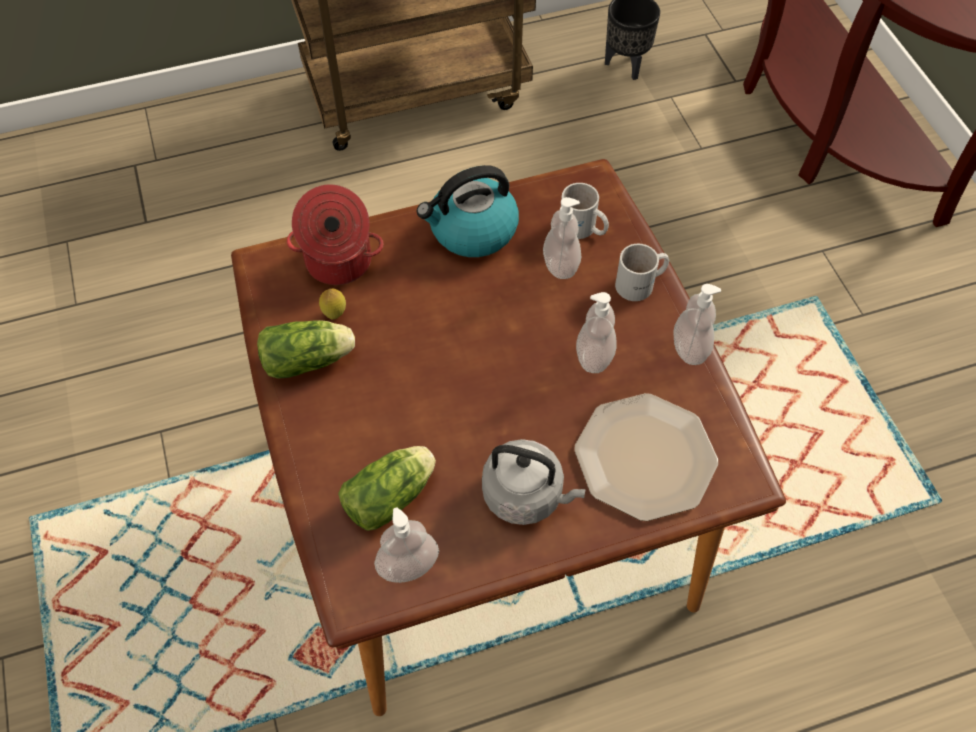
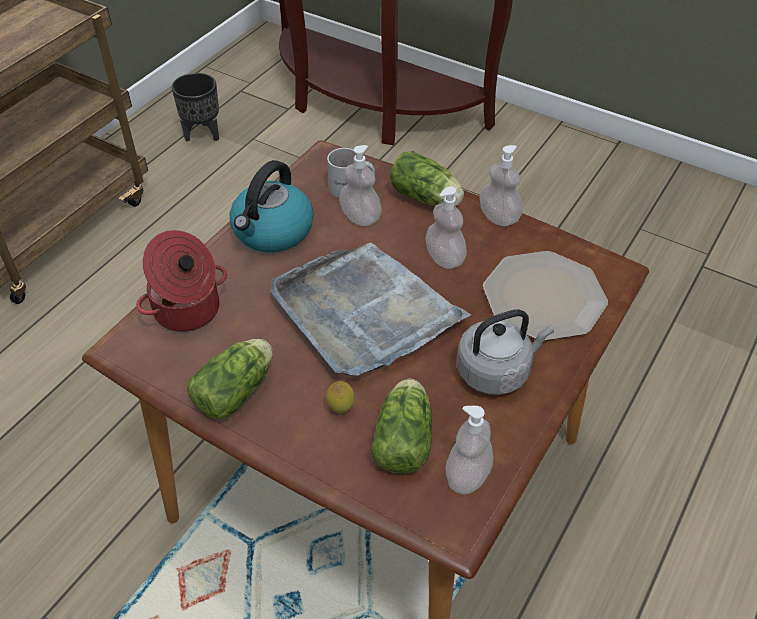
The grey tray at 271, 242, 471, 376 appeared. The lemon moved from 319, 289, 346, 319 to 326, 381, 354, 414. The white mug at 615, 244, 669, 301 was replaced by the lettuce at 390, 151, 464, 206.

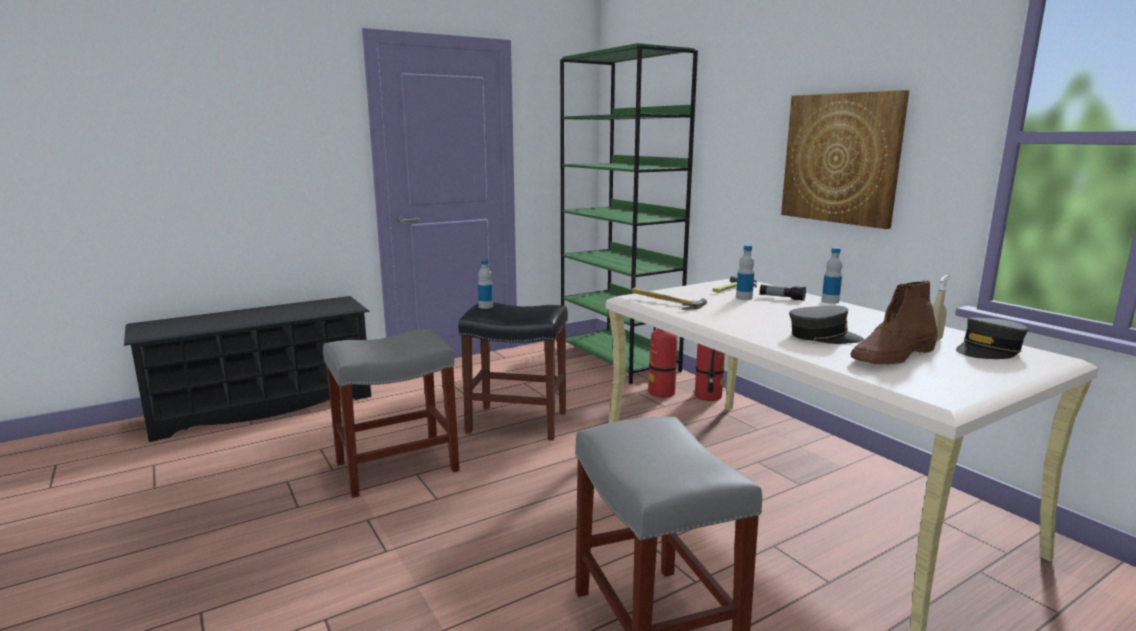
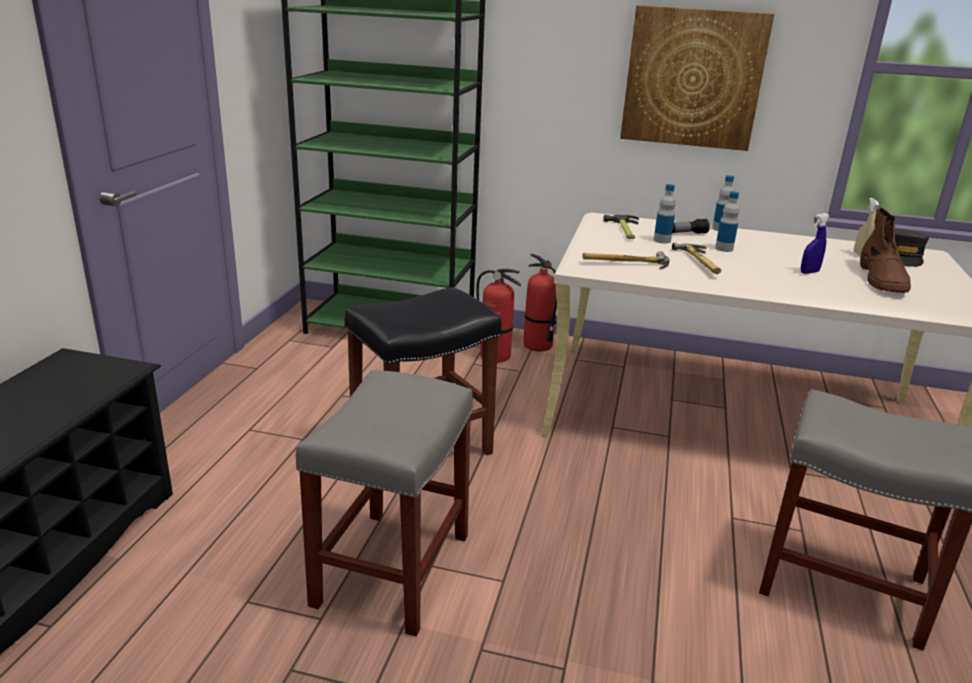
The hammer at 672, 243, 721, 274 appeared. The bottle moved from 478, 259, 493, 309 to 715, 191, 740, 252. The grey cap at 789, 306, 864, 344 was replaced by the blue spray bottle at 801, 213, 830, 274.

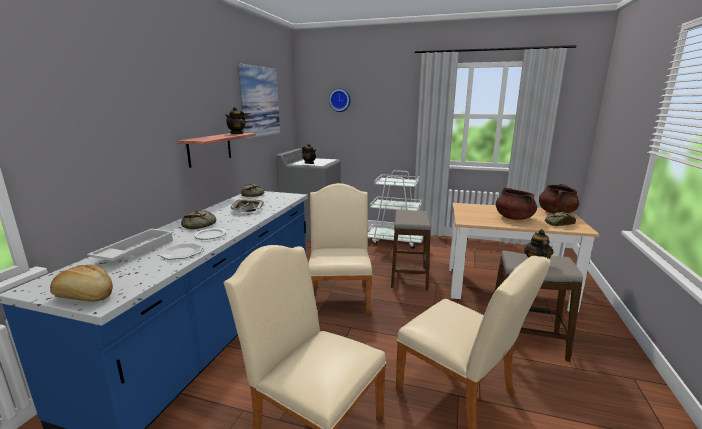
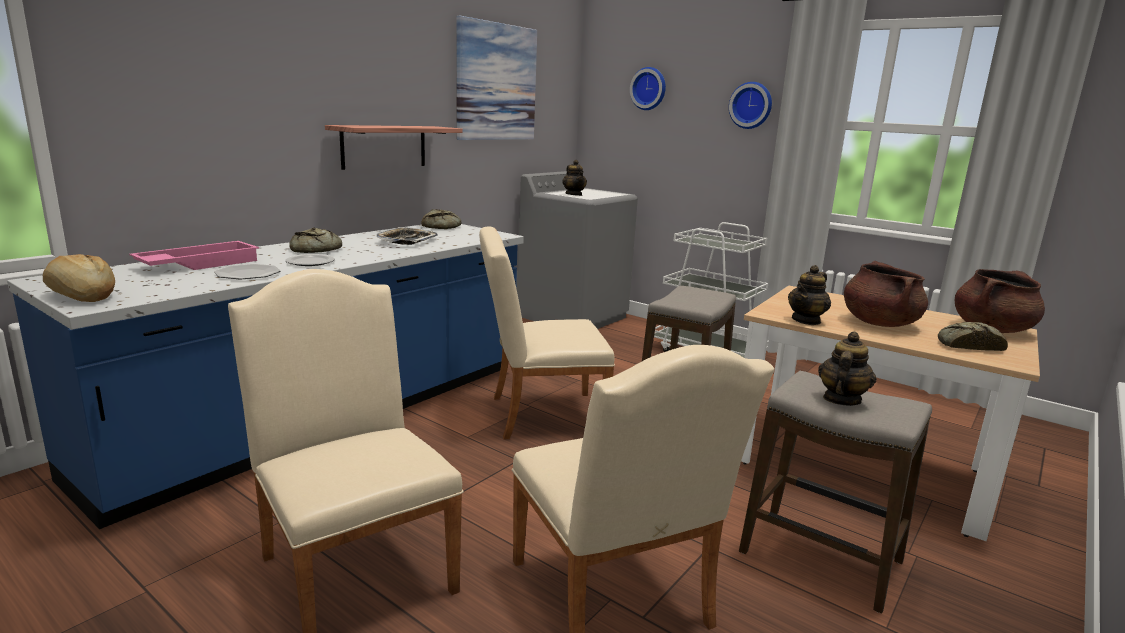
The wall clock at 729, 82, 772, 129 appeared. The teapot moved from 225, 107, 246, 134 to 788, 265, 831, 325. The white tray at 87, 229, 174, 261 became the pink tray at 129, 241, 259, 270. The beige chair at 308, 183, 372, 316 turned 120 degrees counterclockwise.

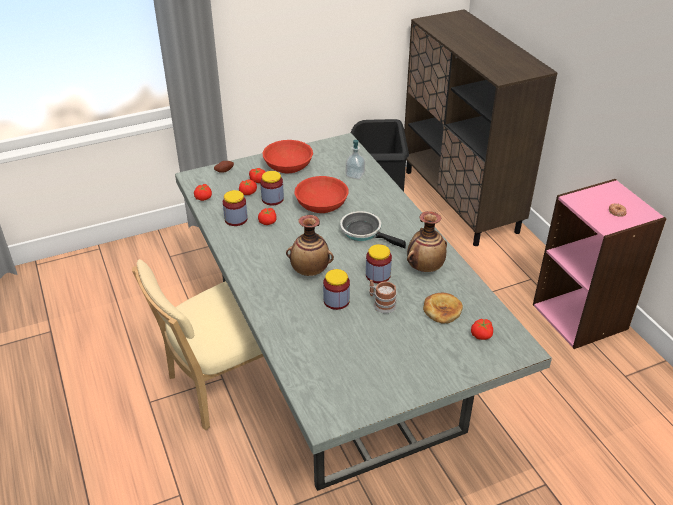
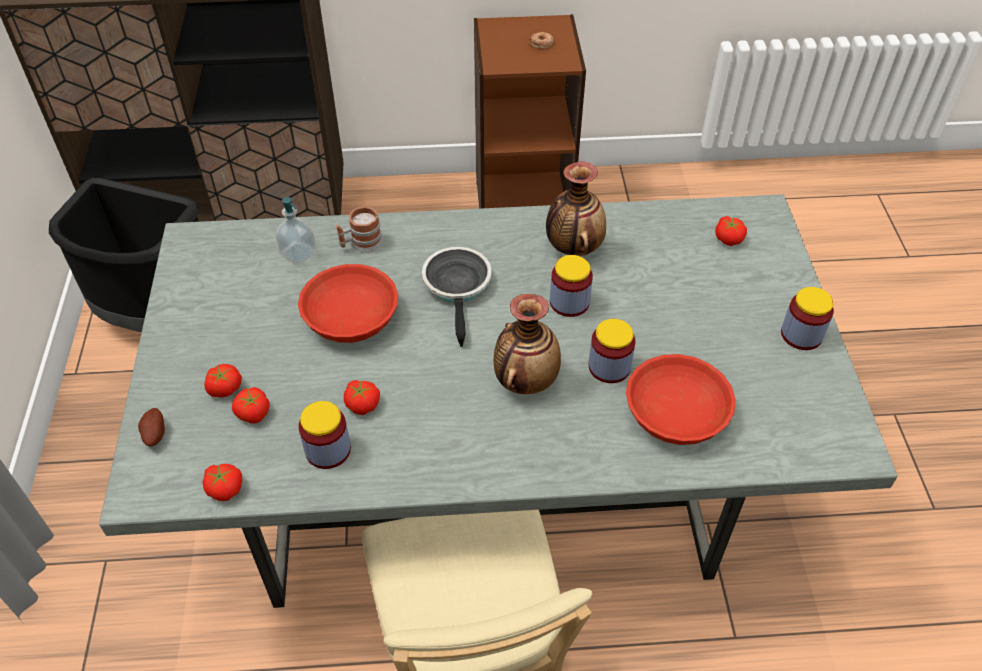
The bread at 423, 293, 463, 324 disappeared. The jar moved from 260, 171, 284, 206 to 781, 287, 834, 350. The red bowl moved from 263, 140, 313, 173 to 626, 354, 736, 445. The mug moved from 369, 280, 397, 313 to 336, 206, 383, 253. The pink bookcase at 533, 179, 667, 349 became the brown bookcase at 474, 14, 586, 209. The frying pan at 340, 211, 406, 248 turned 120 degrees clockwise.

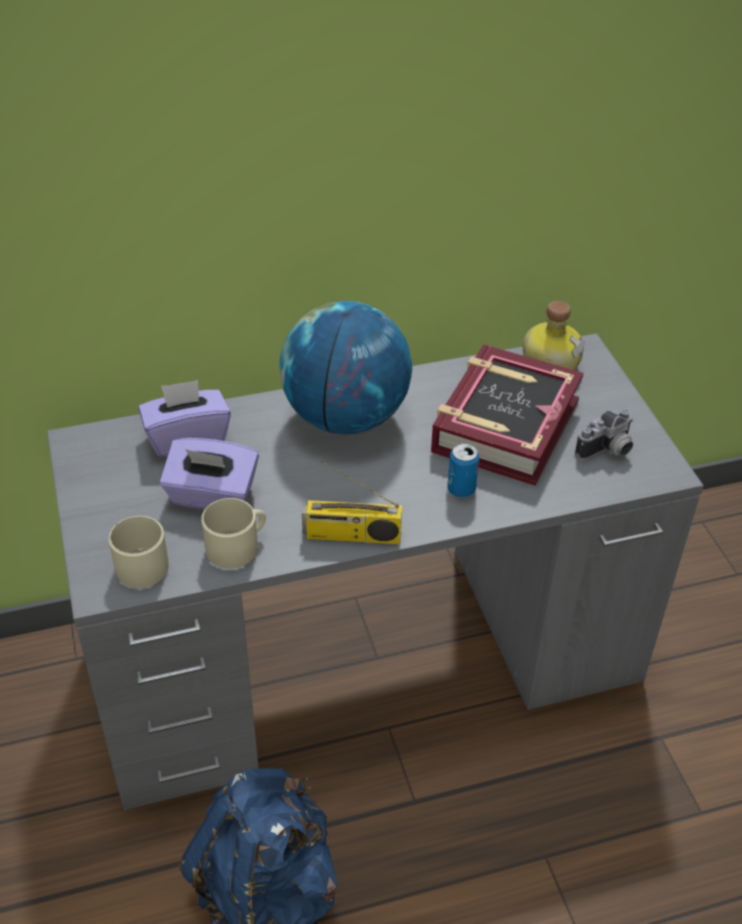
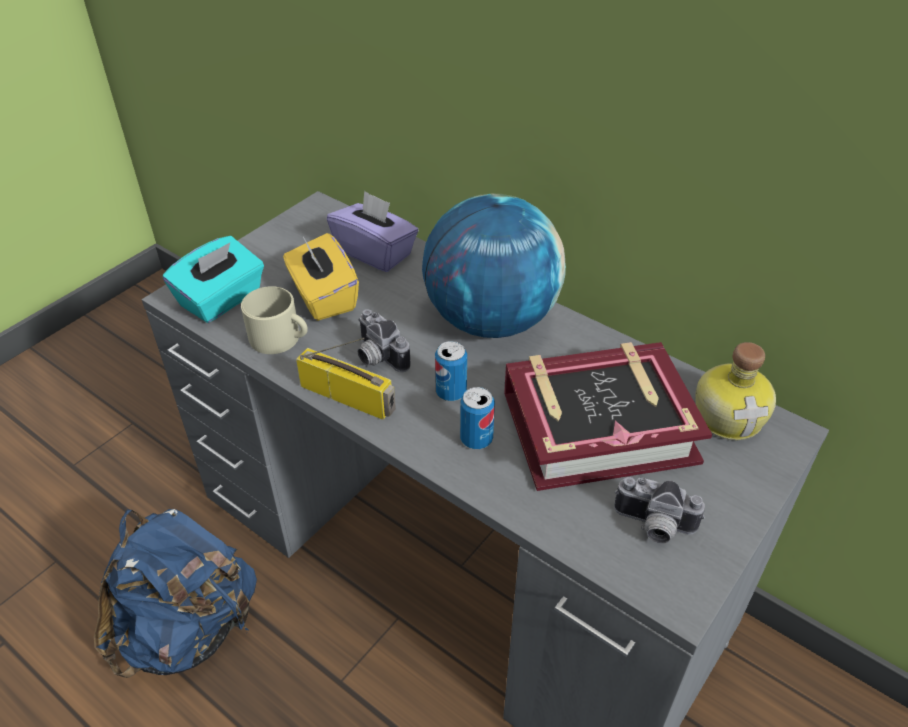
The photo camera at 357, 309, 411, 372 appeared. The can at 435, 341, 467, 401 appeared. The beige mug at 109, 516, 169, 588 was replaced by the turquoise tissue box at 163, 236, 264, 323. The purple tissue box at 160, 438, 259, 509 became the yellow tissue box at 283, 233, 359, 321. The radio at 302, 461, 402, 544 turned 150 degrees clockwise.

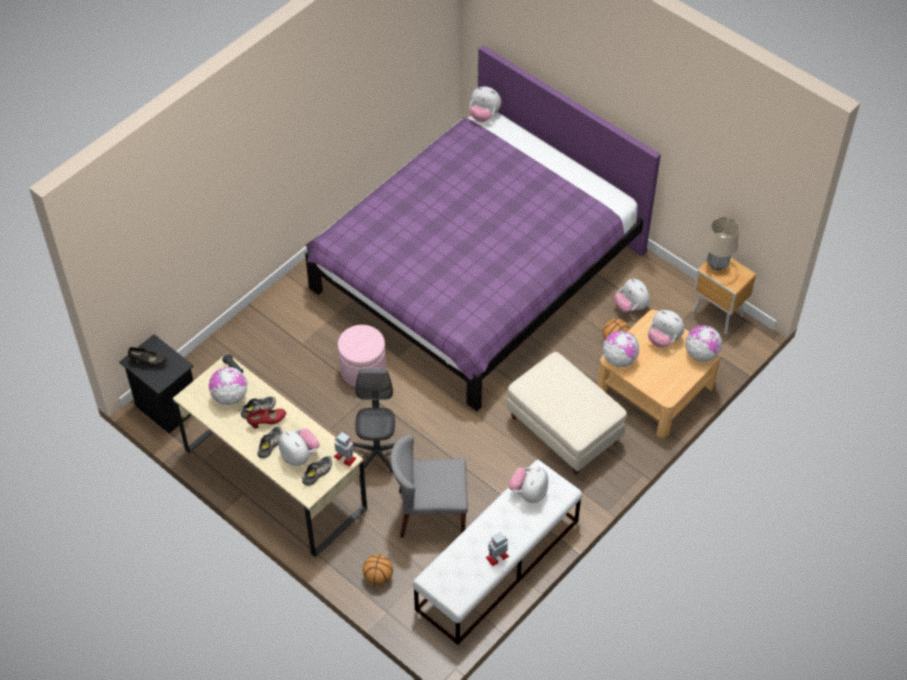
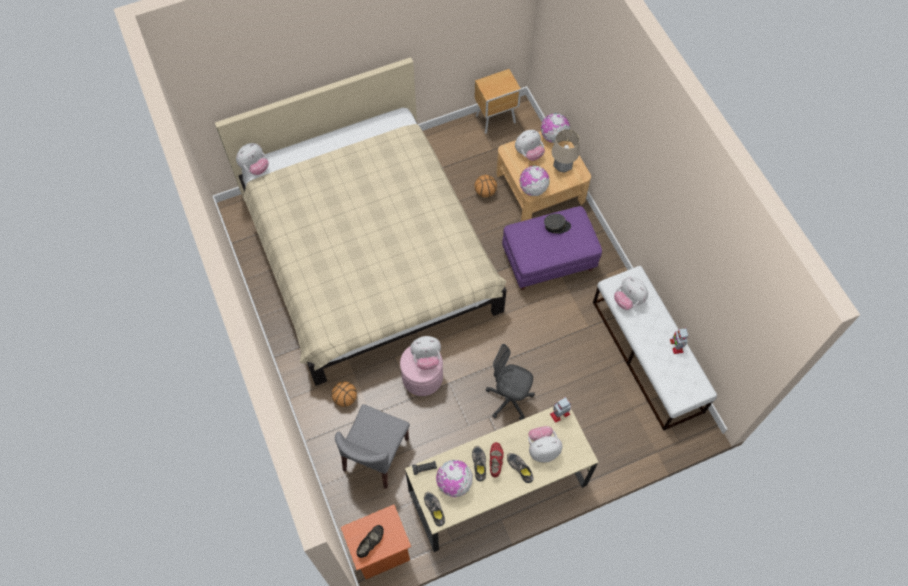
The grey cap at 544, 214, 571, 234 appeared. The shoe moved from 302, 456, 332, 486 to 424, 492, 445, 526. The basketball moved from 362, 554, 393, 585 to 332, 381, 357, 407. The grey chair moved from 390, 435, 468, 538 to 335, 404, 410, 489. The plush toy moved from 614, 279, 650, 313 to 410, 336, 441, 370. The table lamp moved from 705, 217, 739, 271 to 552, 130, 580, 173. The black nightstand at 119, 334, 194, 433 became the orange nightstand at 341, 505, 411, 579. The purple bed at 305, 45, 661, 411 became the beige bed at 215, 57, 507, 386. The beige ottoman at 507, 352, 627, 475 became the purple ottoman at 502, 206, 602, 290.

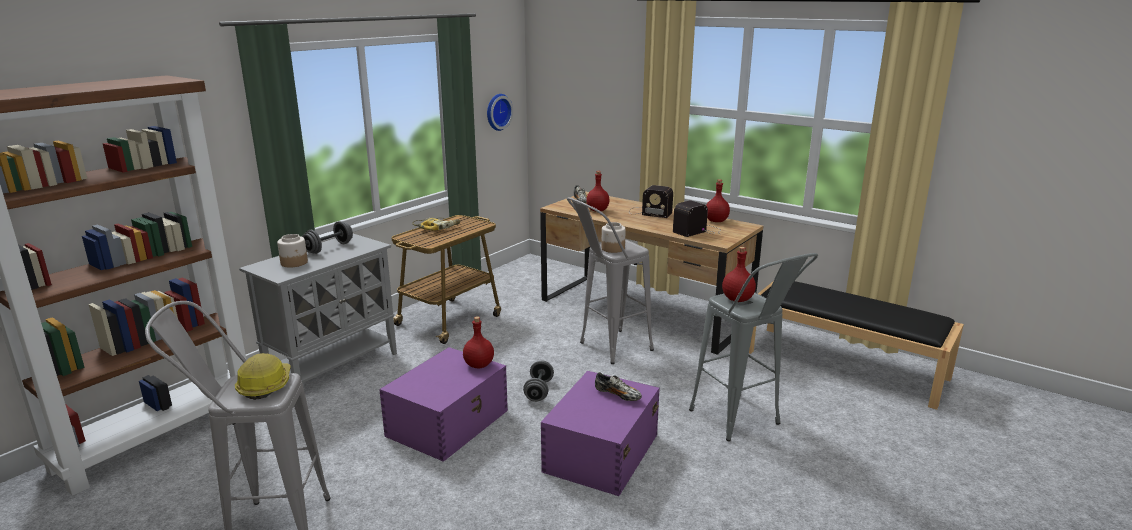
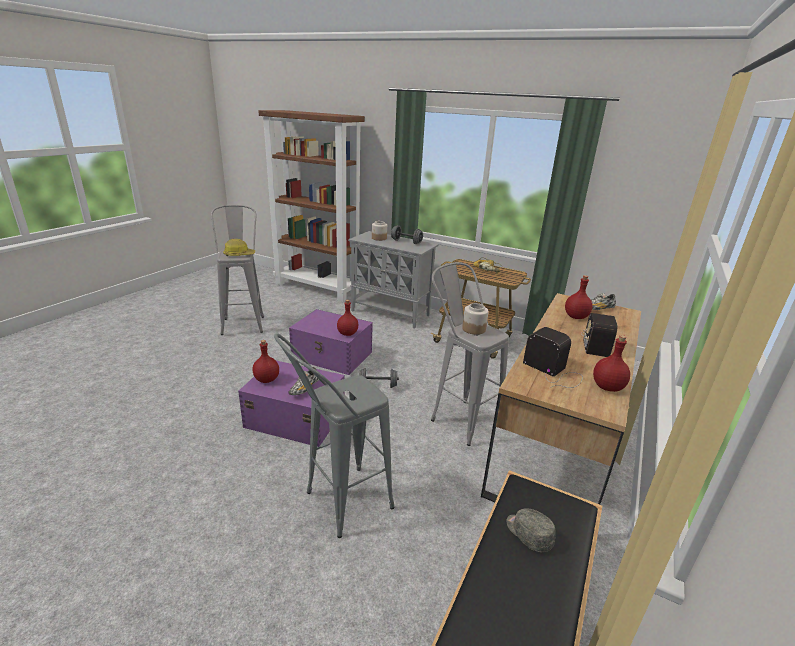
The wall clock at 487, 94, 513, 131 disappeared. The grey cap at 506, 508, 555, 552 appeared. The red bottle moved from 722, 247, 756, 302 to 253, 340, 279, 383.

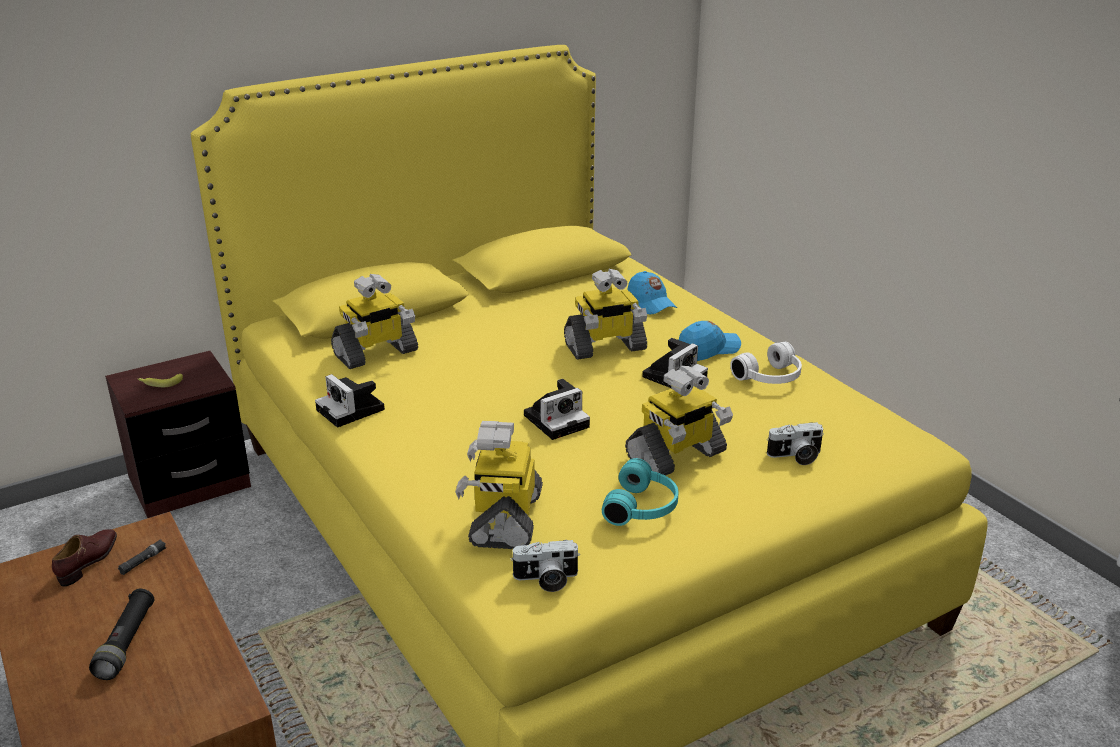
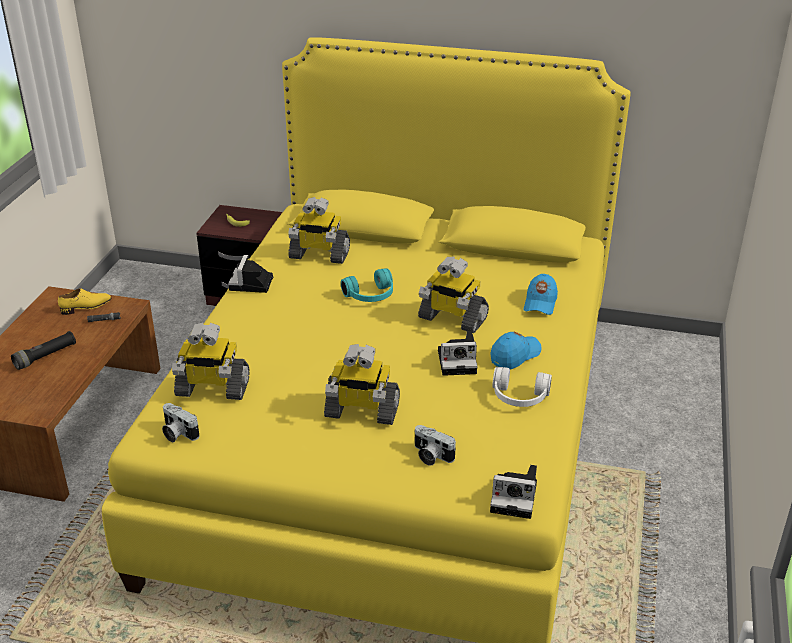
The photo camera moved from 524, 379, 590, 440 to 490, 465, 537, 519. The turquoise headphones moved from 602, 458, 679, 526 to 341, 268, 393, 302. The brown shoe at 52, 529, 117, 587 became the yellow shoe at 58, 288, 111, 315. The toy robot at 455, 421, 543, 549 turned 135 degrees counterclockwise. The blue cap at 679, 321, 741, 361 turned 60 degrees counterclockwise.

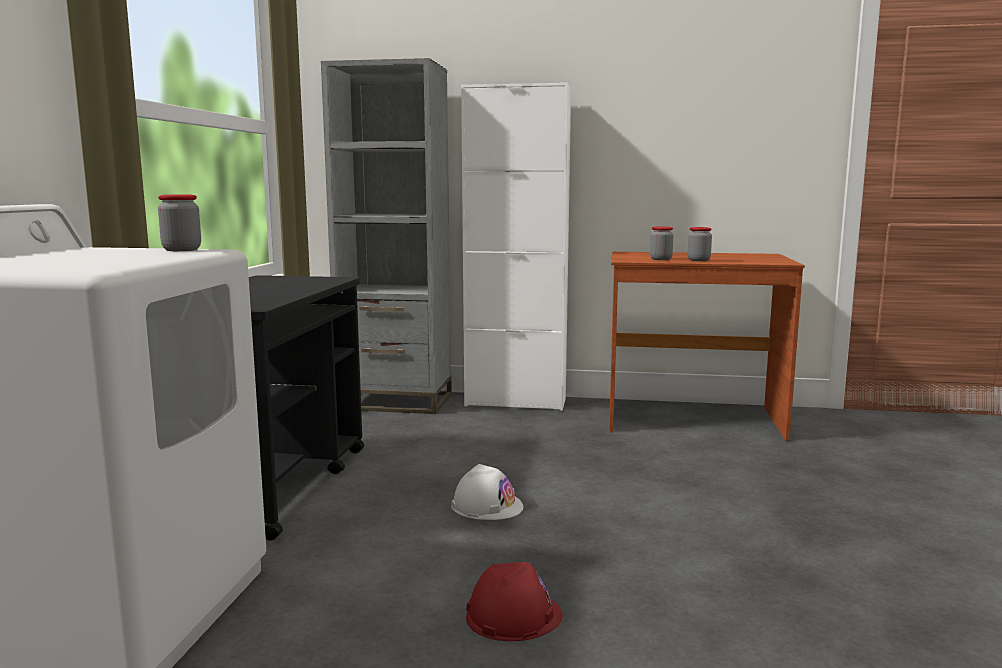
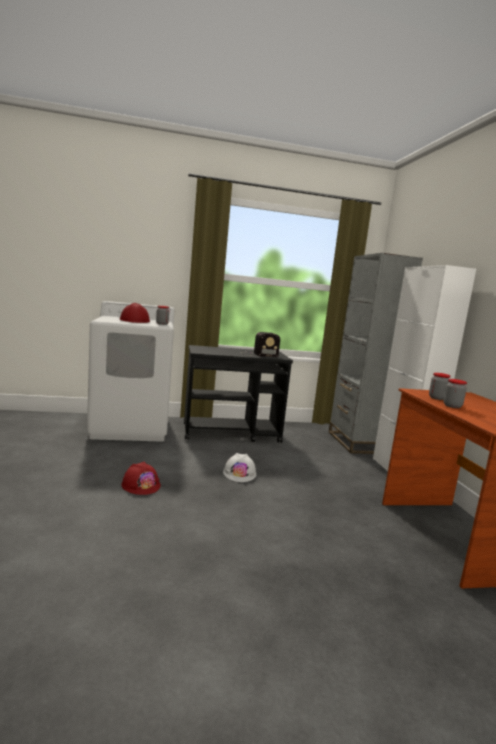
The red hard hat at 120, 303, 150, 323 appeared. The radio at 244, 332, 280, 357 appeared.

